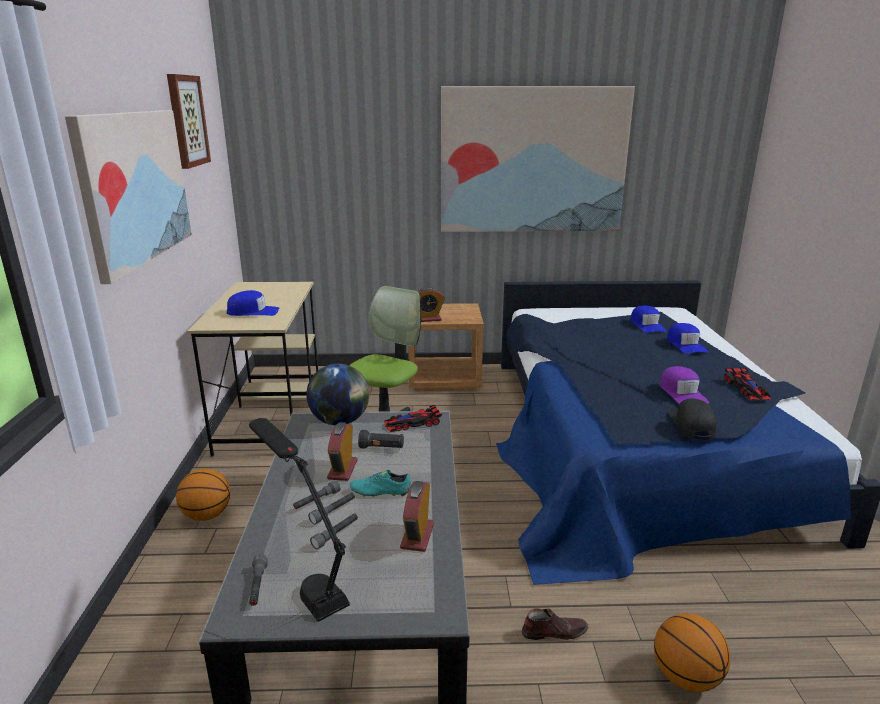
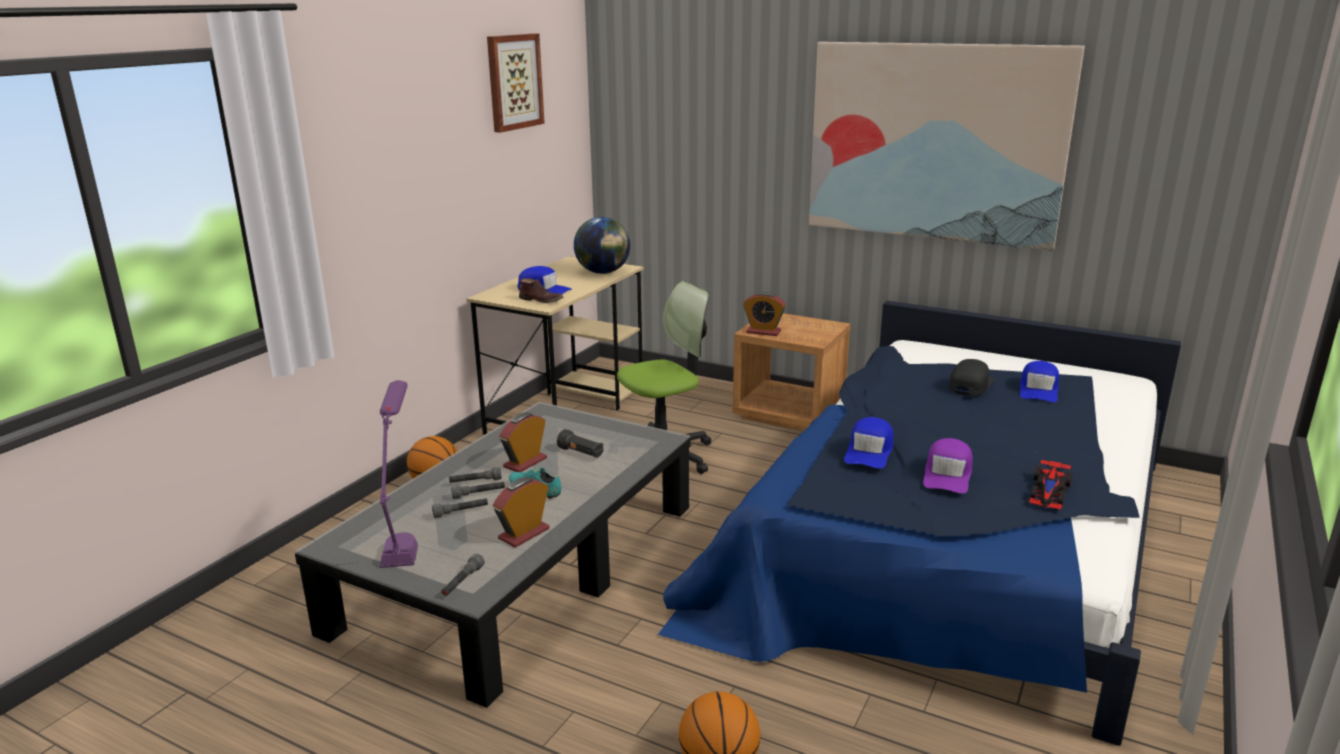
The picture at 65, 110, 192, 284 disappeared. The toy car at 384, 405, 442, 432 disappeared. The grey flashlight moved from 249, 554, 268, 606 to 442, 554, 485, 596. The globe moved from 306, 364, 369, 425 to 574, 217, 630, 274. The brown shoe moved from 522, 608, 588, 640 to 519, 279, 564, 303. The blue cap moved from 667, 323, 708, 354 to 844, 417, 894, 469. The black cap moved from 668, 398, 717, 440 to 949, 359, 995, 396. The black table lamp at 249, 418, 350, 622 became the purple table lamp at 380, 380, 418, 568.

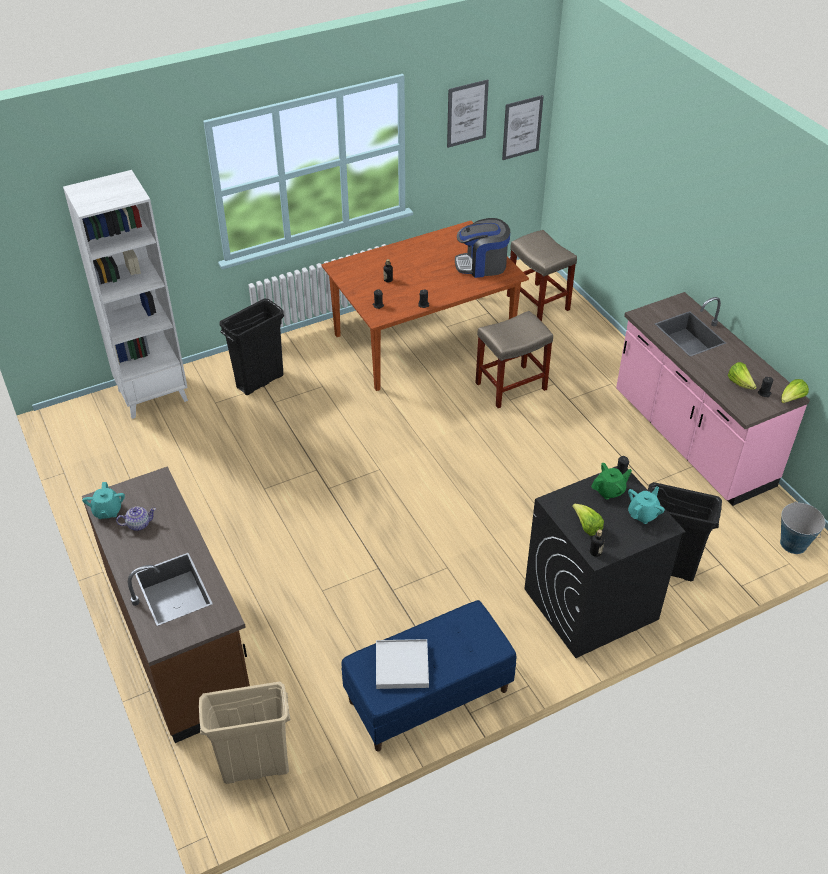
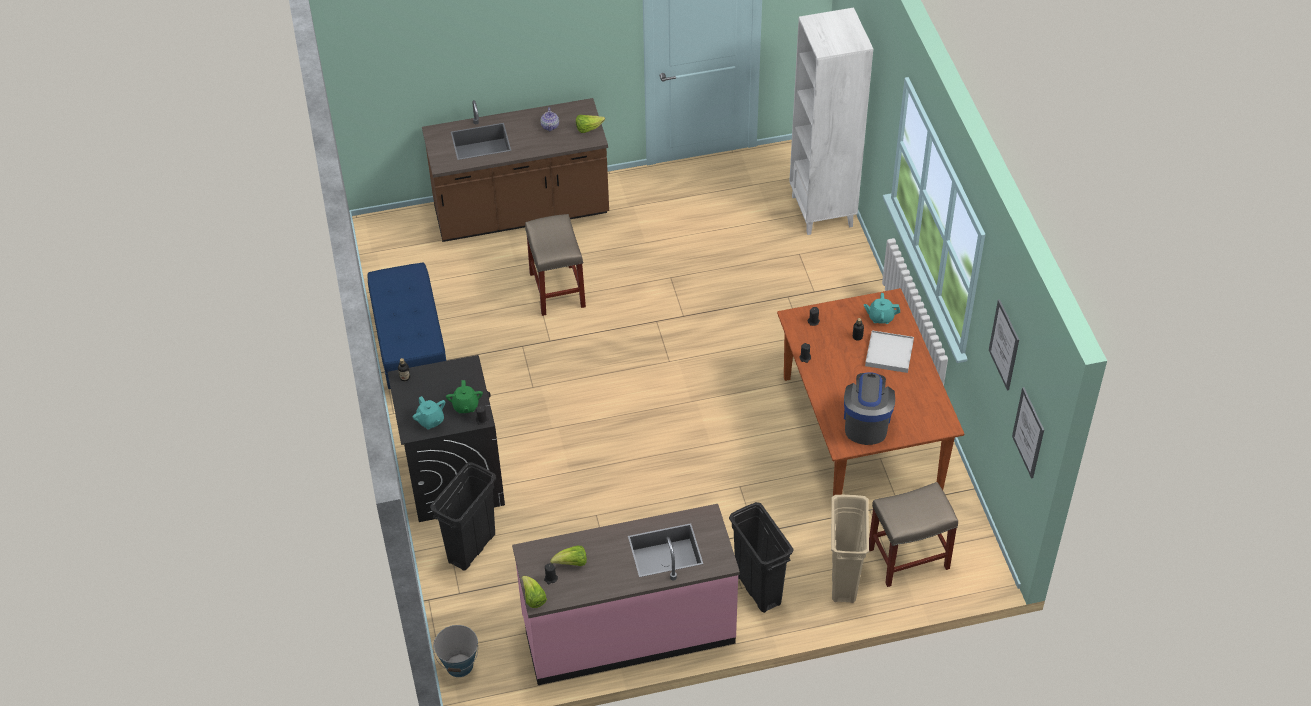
The turquoise teapot moved from 82, 482, 125, 519 to 864, 293, 900, 324. The beige trash can moved from 199, 681, 291, 784 to 831, 495, 869, 603. The black trash can moved from 219, 299, 284, 395 to 729, 502, 793, 613. The white tray moved from 376, 639, 429, 689 to 865, 330, 914, 373. The beige stool moved from 475, 311, 553, 408 to 525, 214, 586, 316. The lettuce moved from 572, 504, 604, 536 to 576, 115, 605, 133.

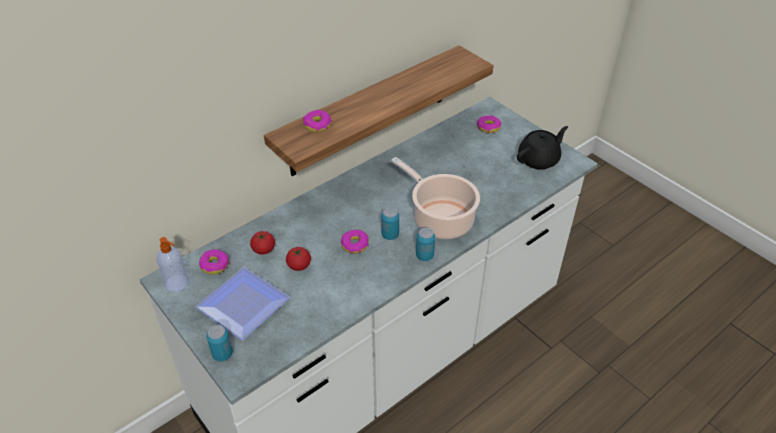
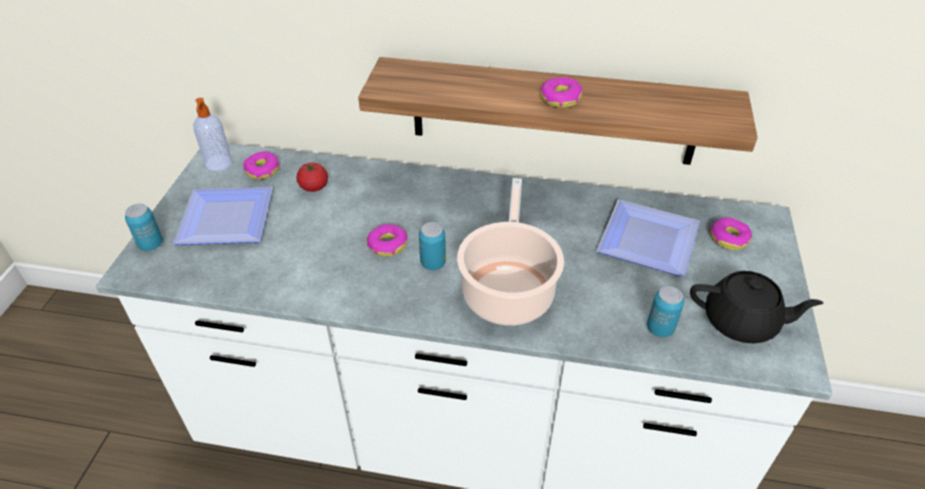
The tomato at 286, 246, 311, 271 disappeared. The plate at 597, 199, 700, 277 appeared. The donut moved from 303, 110, 332, 132 to 541, 77, 582, 108. The can moved from 416, 228, 435, 261 to 647, 286, 684, 337.

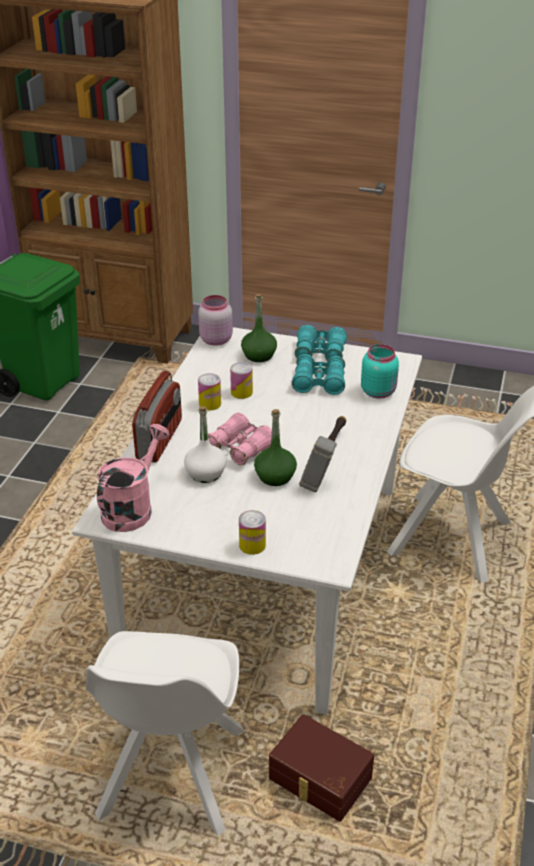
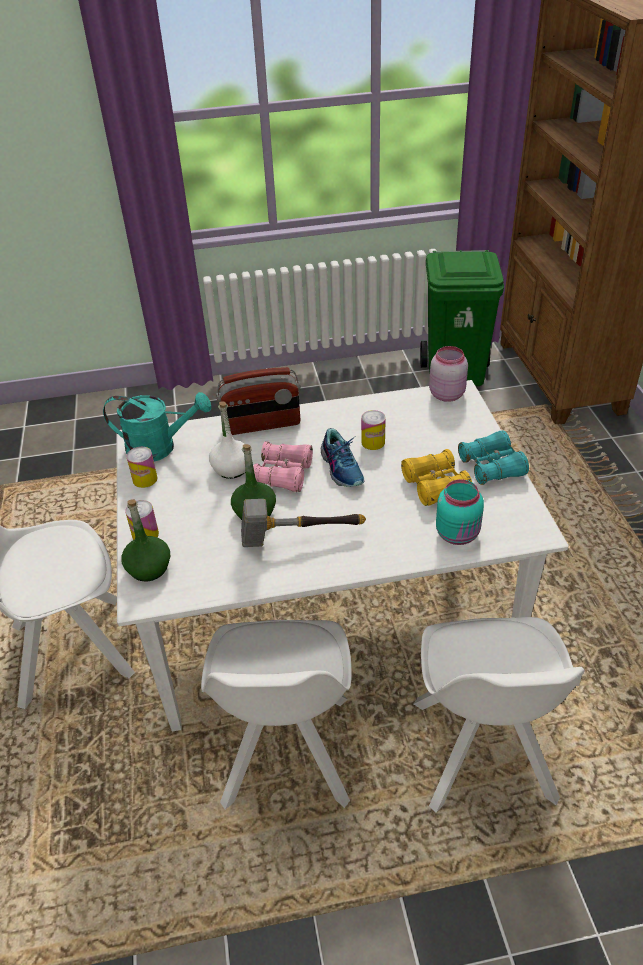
The brown storage box at 269, 714, 374, 822 disappeared. The white chair at 201, 620, 352, 810 appeared. The shoe at 321, 428, 365, 487 appeared. The can moved from 198, 373, 221, 410 to 126, 447, 157, 488. The green bottle moved from 241, 294, 277, 362 to 121, 499, 170, 581. The pink watering can at 97, 424, 170, 532 became the turquoise watering can at 103, 392, 212, 462. The turquoise binoculars at 292, 354, 345, 395 became the yellow binoculars at 401, 449, 472, 506.

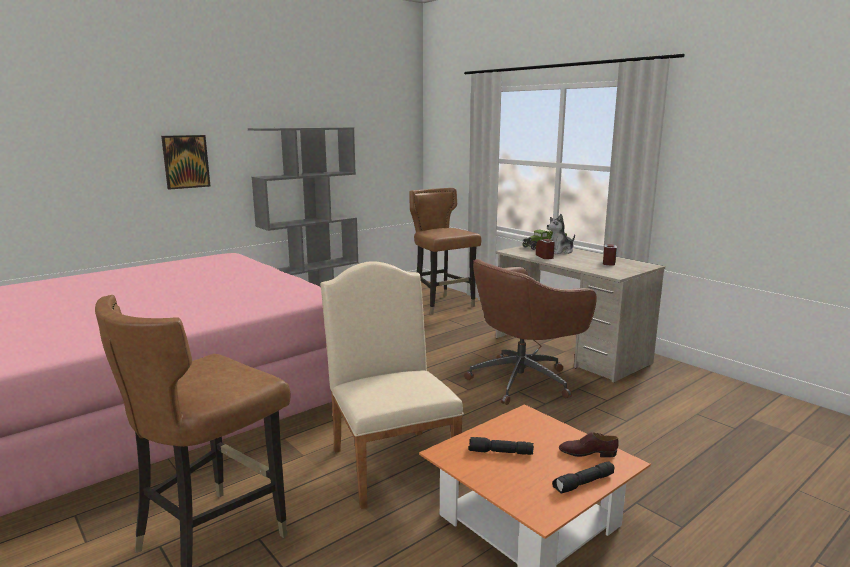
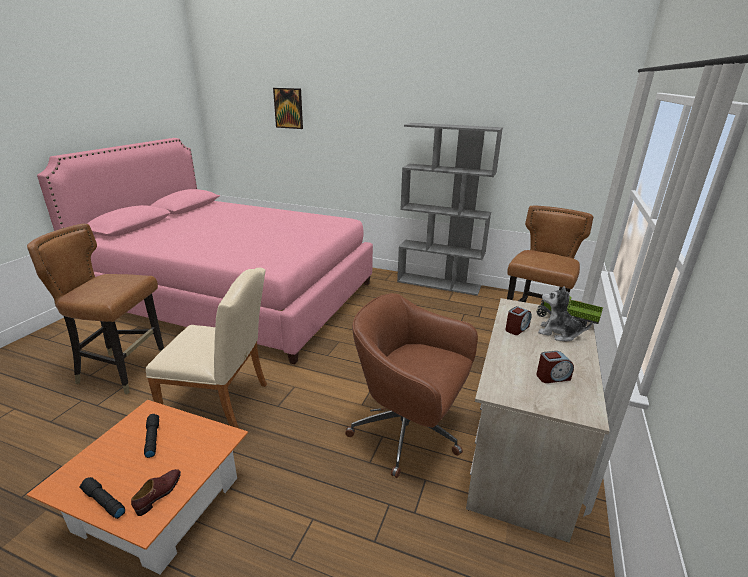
The picture moved from 161, 135, 211, 190 to 273, 88, 303, 129. The beige chair at 320, 261, 464, 509 turned 60 degrees clockwise. The brown shoe at 559, 432, 619, 458 turned 45 degrees clockwise.

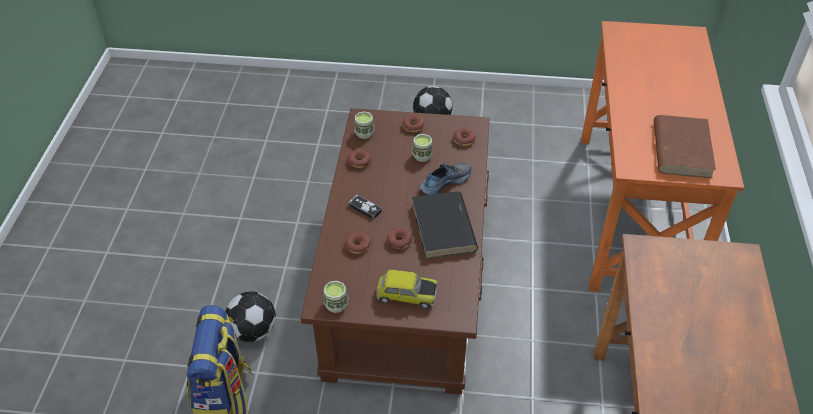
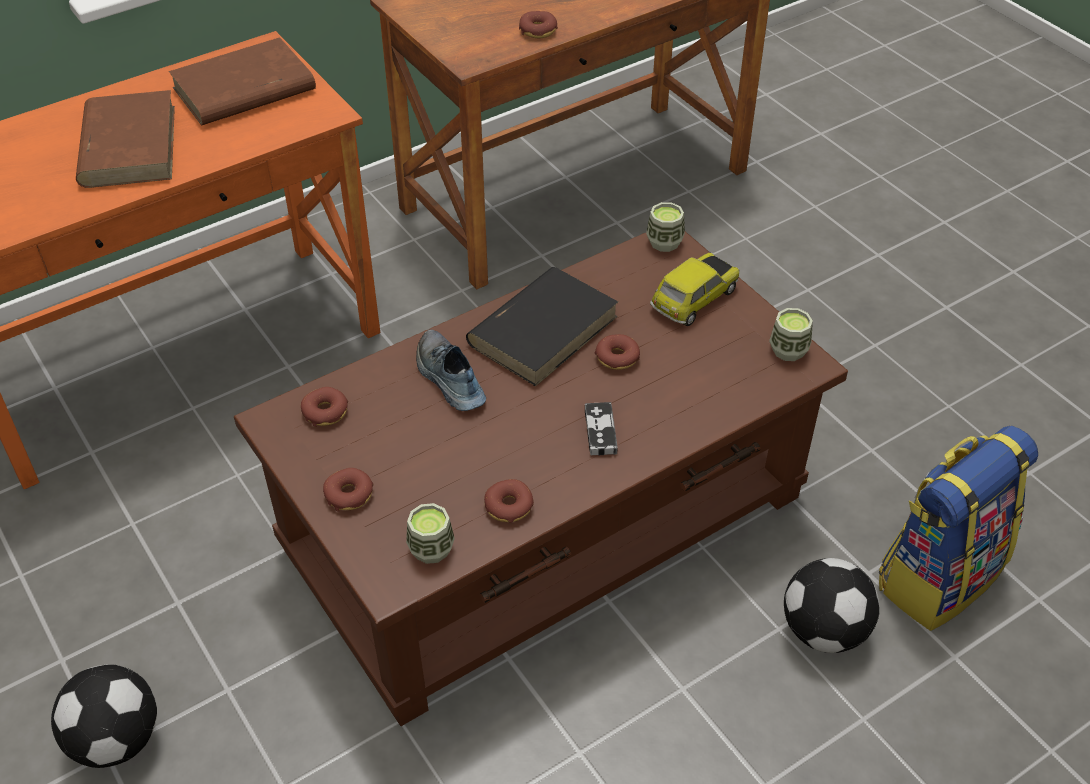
The brown book at 76, 90, 175, 188 appeared. The donut moved from 345, 232, 371, 254 to 519, 11, 558, 38. The cup moved from 412, 134, 433, 162 to 646, 202, 685, 252. The toy car at 376, 269, 438, 309 turned 75 degrees clockwise. The shoe at 420, 162, 472, 195 turned 45 degrees clockwise.

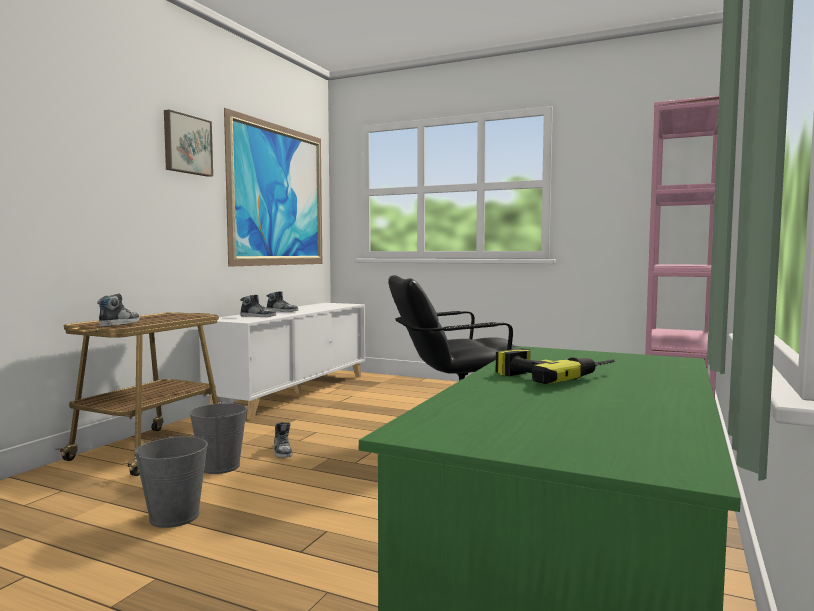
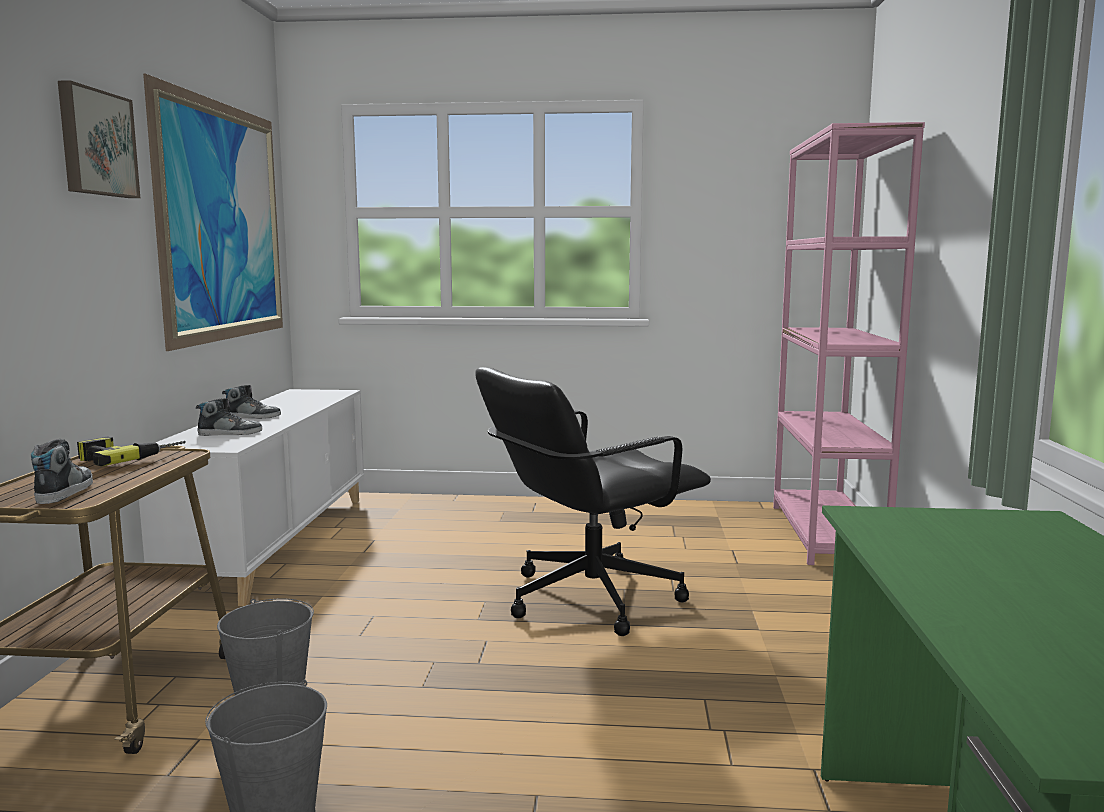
The shoe at 274, 422, 292, 458 disappeared. The power drill moved from 496, 348, 615, 384 to 77, 436, 186, 467.

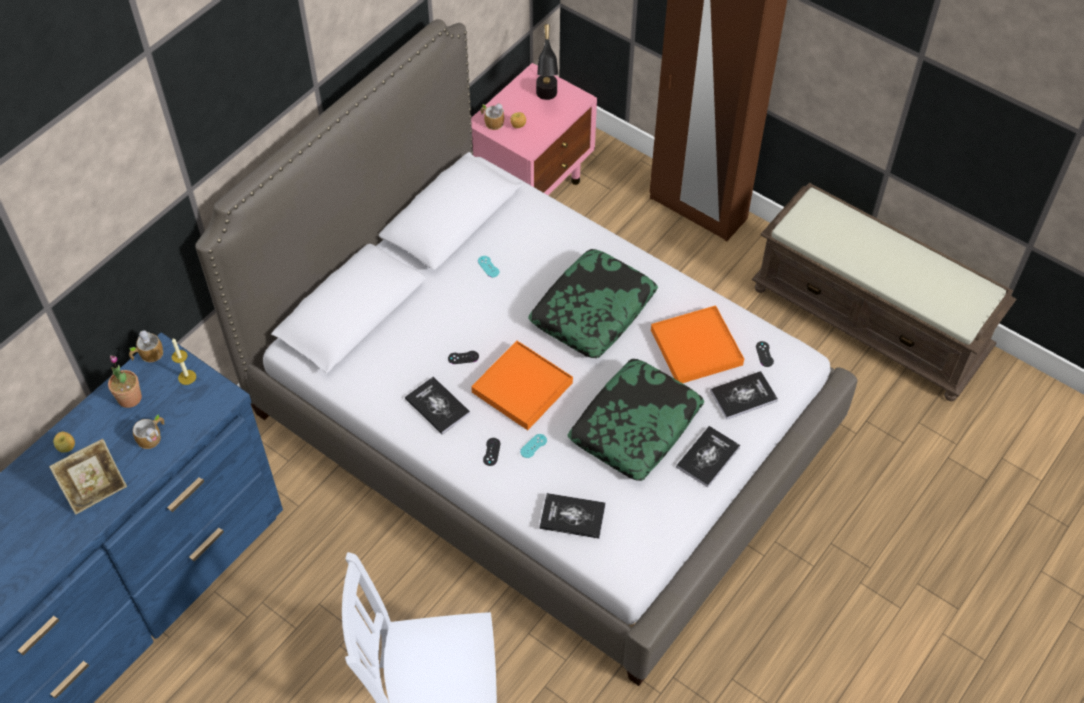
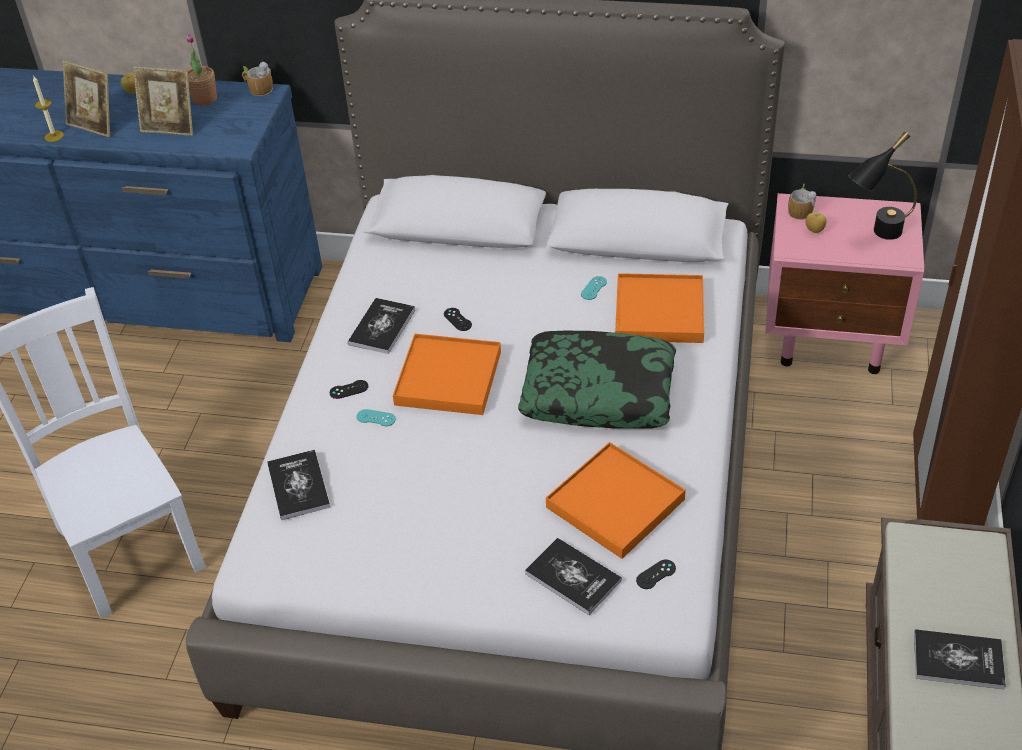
The pillow at 568, 359, 704, 481 disappeared. The orange tray at 615, 273, 704, 343 appeared. The candle moved from 172, 338, 196, 385 to 33, 75, 64, 142. The book moved from 676, 426, 740, 488 to 914, 629, 1006, 689. The mug at 133, 415, 165, 449 was replaced by the picture frame at 133, 66, 193, 136.

